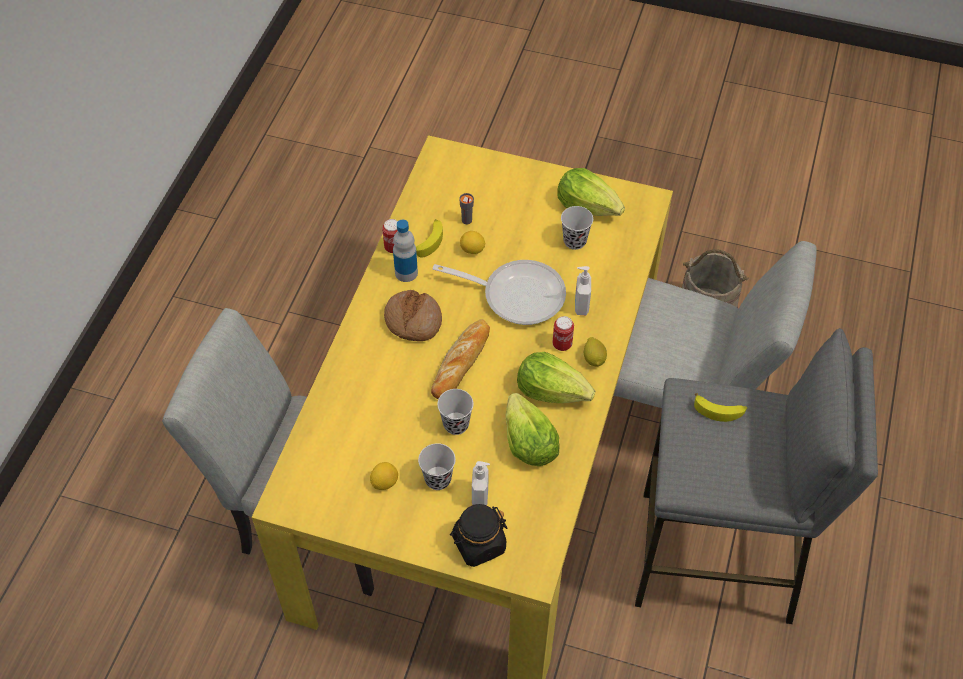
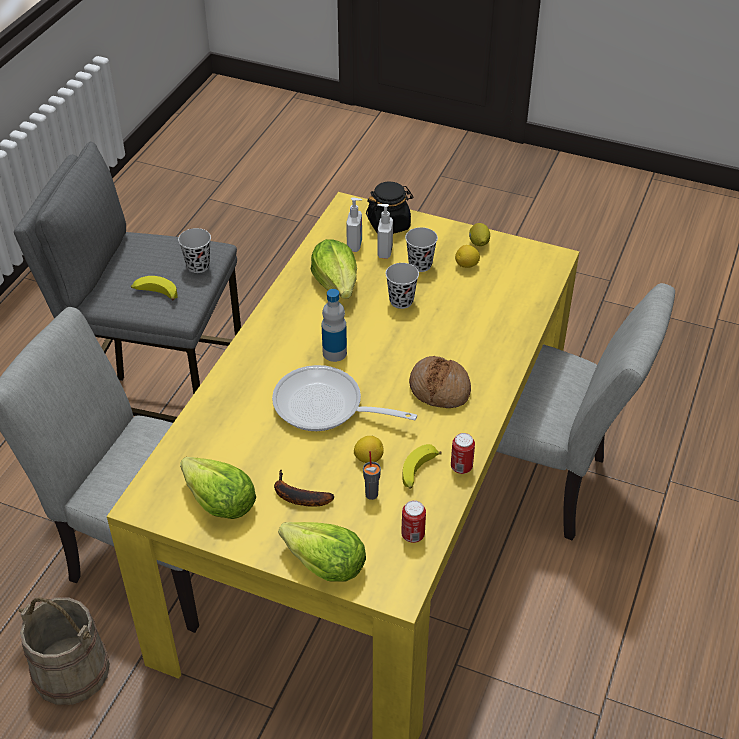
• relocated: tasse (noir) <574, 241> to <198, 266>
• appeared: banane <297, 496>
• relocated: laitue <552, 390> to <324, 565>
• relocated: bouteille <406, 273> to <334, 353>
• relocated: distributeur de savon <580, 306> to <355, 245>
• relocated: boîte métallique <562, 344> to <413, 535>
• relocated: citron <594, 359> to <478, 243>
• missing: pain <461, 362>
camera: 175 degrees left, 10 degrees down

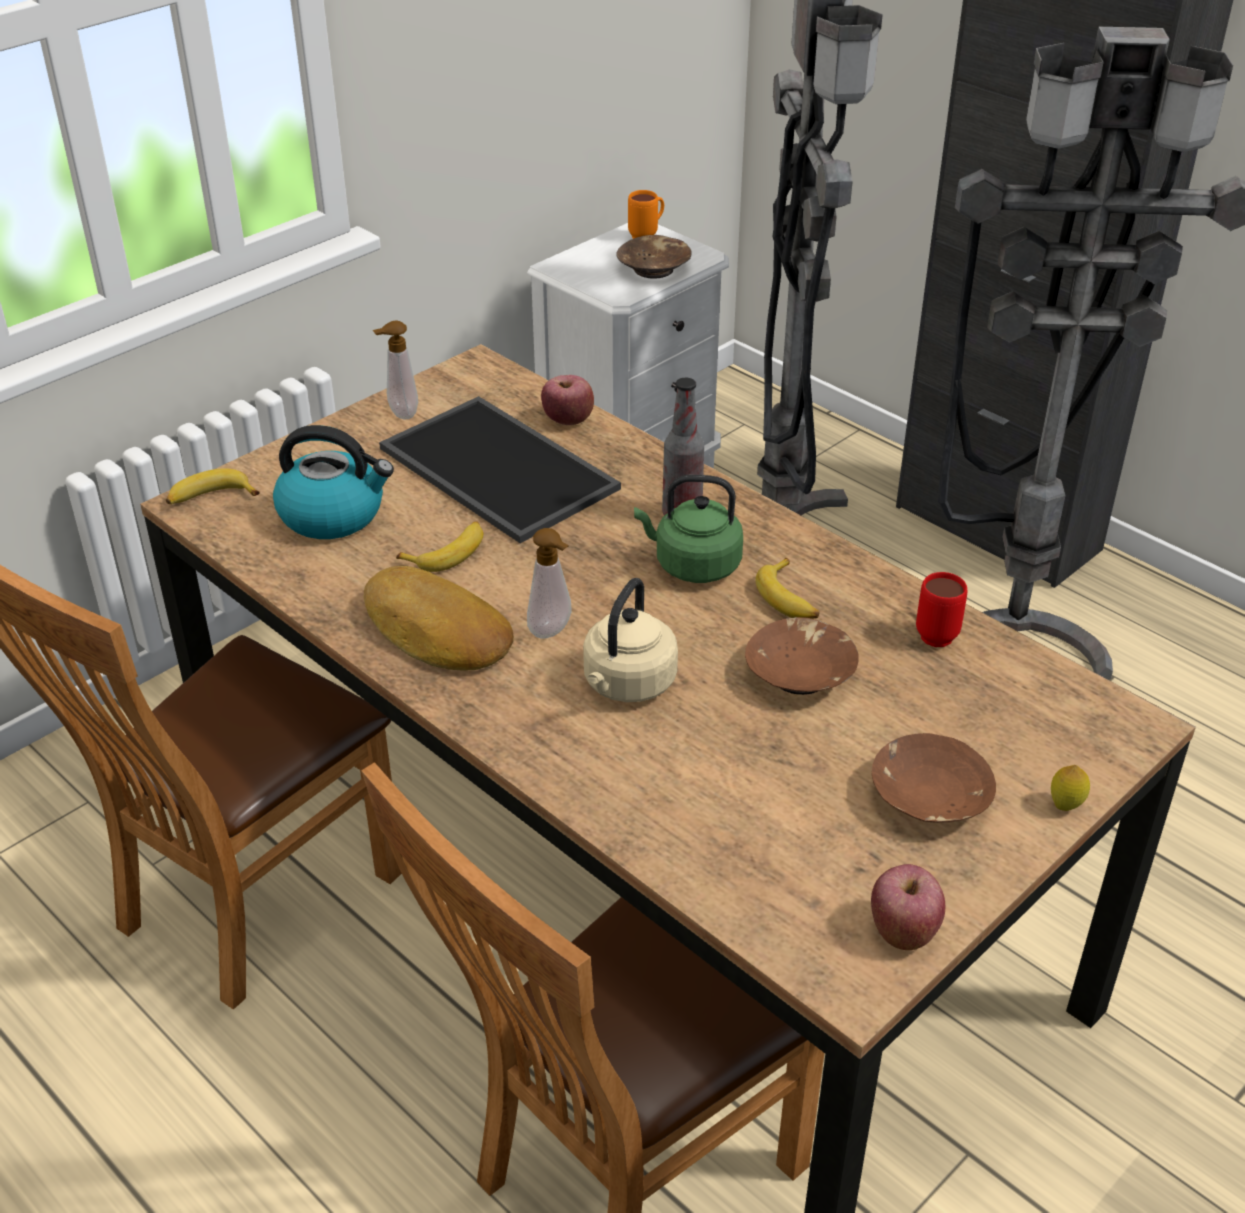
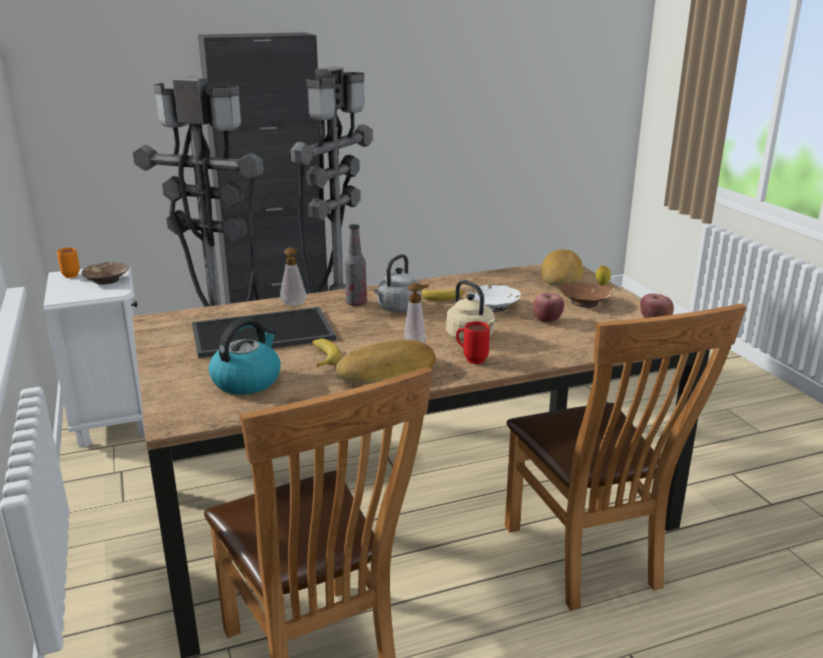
• relocated: distributeur de savon <400, 414> to <293, 305>
• colour: bouilloire (vert) <693, 565> to bouilloire (gris) <397, 309>
• relocated: mug (rouge) <936, 631> to <471, 359>
• colour: bol (marron) <801, 674> to bol (blanc) <494, 306>
• relocated: pomme <568, 420> to <547, 320>
• appeared: pain <562, 275>
• missing: banane <210, 498>
camera: 65 degrees left, 15 degrees down

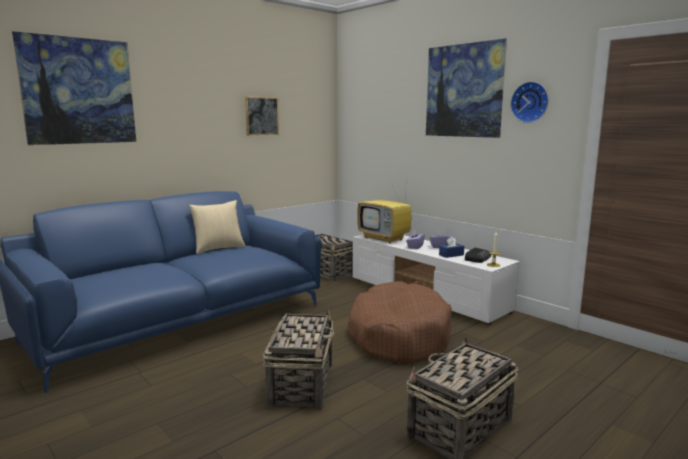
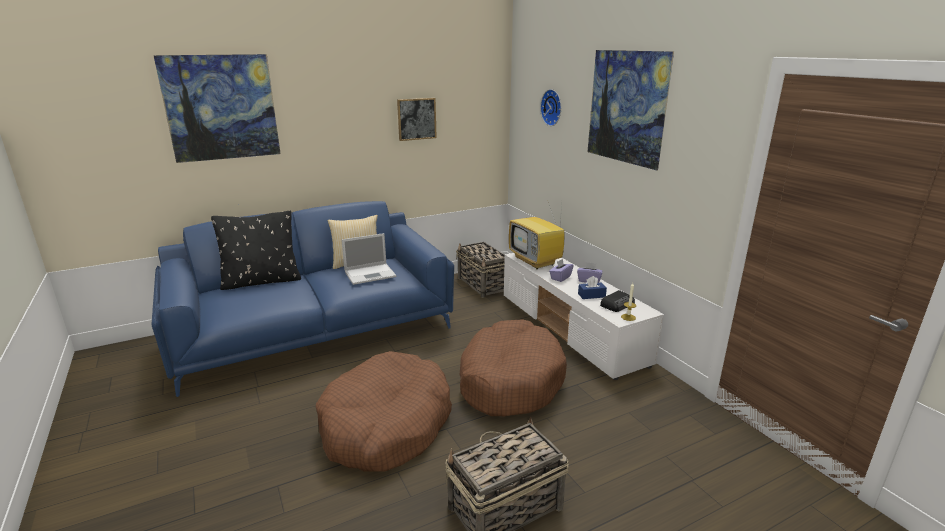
• appeared: coussin (noir) <261, 281>
• exchanged: panier <302, 384> to panier pour chien (marron) <386, 425>
• appeared: ordinateur portable <371, 274>
• relocated: horloge murale <530, 102> to <553, 107>
camera: 15 degrees right, 10 degrees up

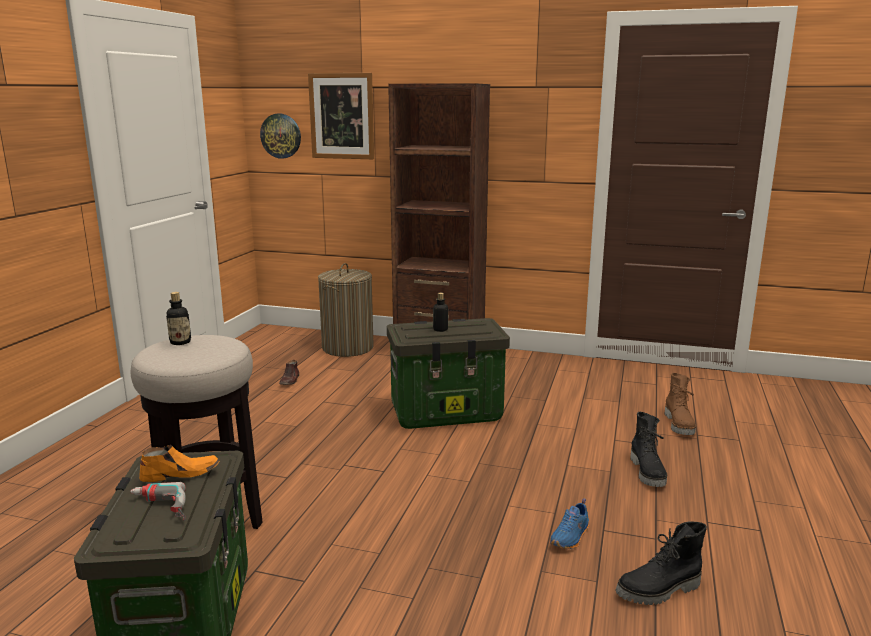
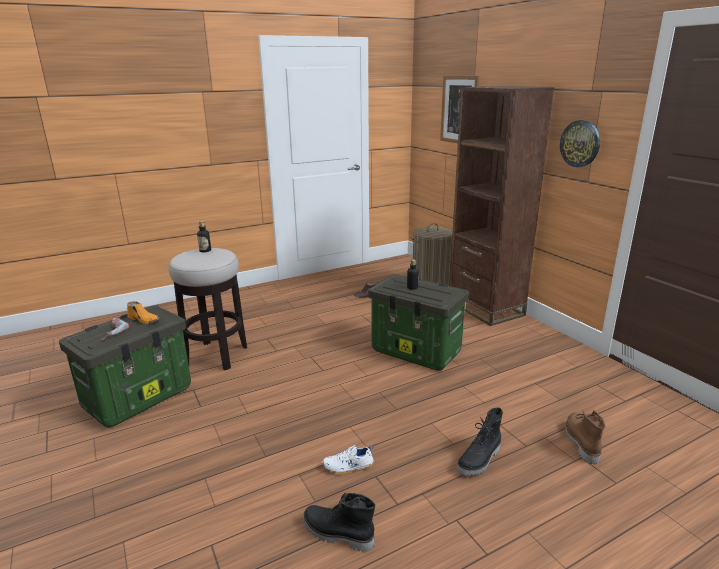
• colour: chaussure (bleu) <571, 537> to chaussure (blanc) <348, 467>
• relocated: horloge murale <281, 136> to <580, 143>
• spun: botte (marron) <679, 425> = <580, 442> 135 degrees clockwise
camera: 45 degrees right, 5 degrees up

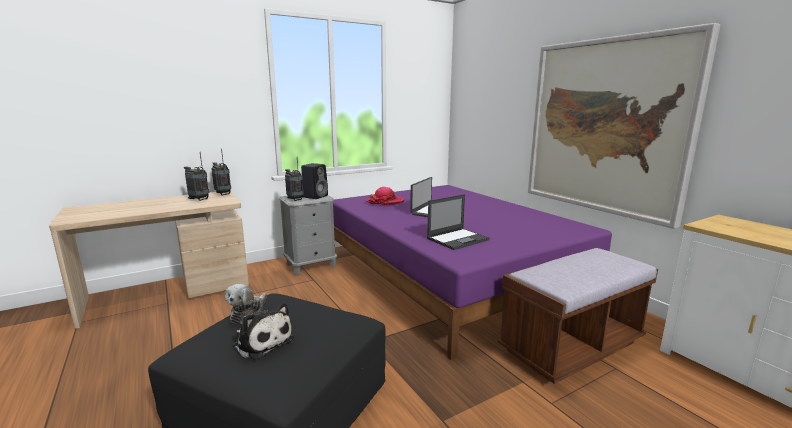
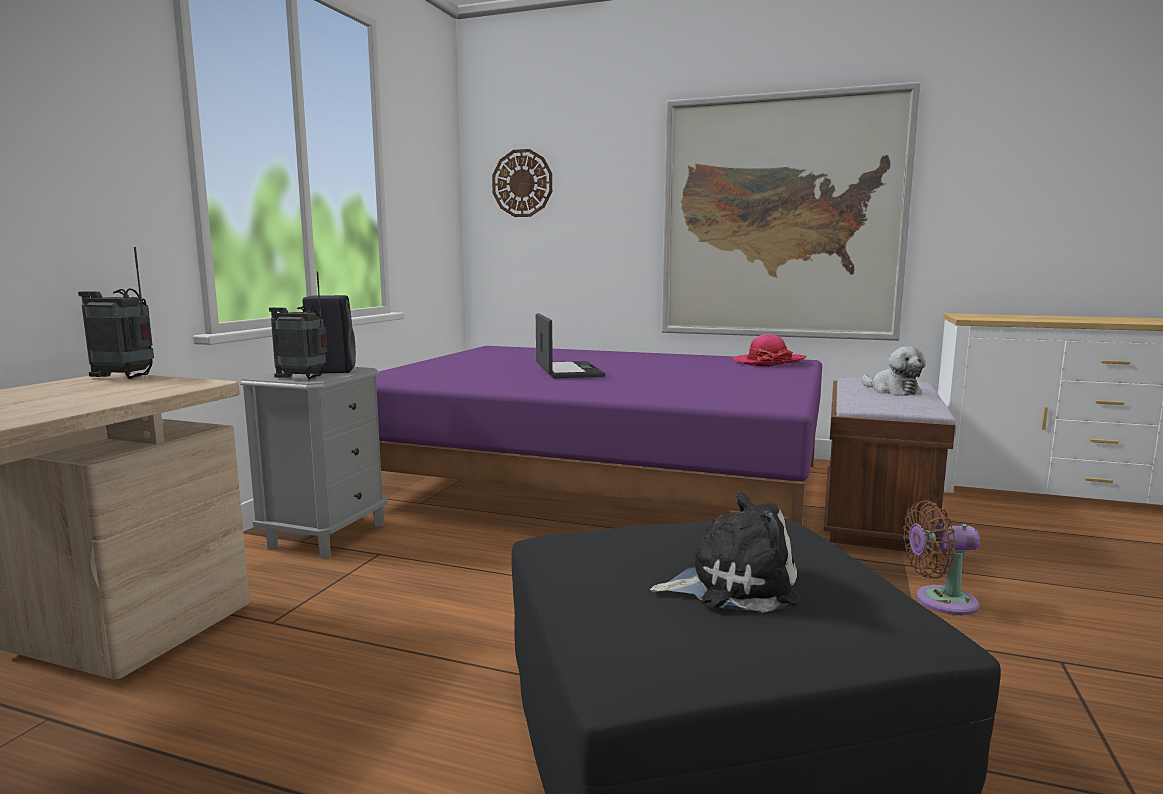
• appeared: horloge murale <522, 183>
• relocated: chapeau <385, 202> to <768, 362>
• relocated: peluche <248, 313> to <892, 391>
• appeared: ventilateur (marron) <939, 601>
• missing: radio <199, 199>
• missing: ordinateur portable <458, 239>
camera: 40 degrees left, 5 degrees down

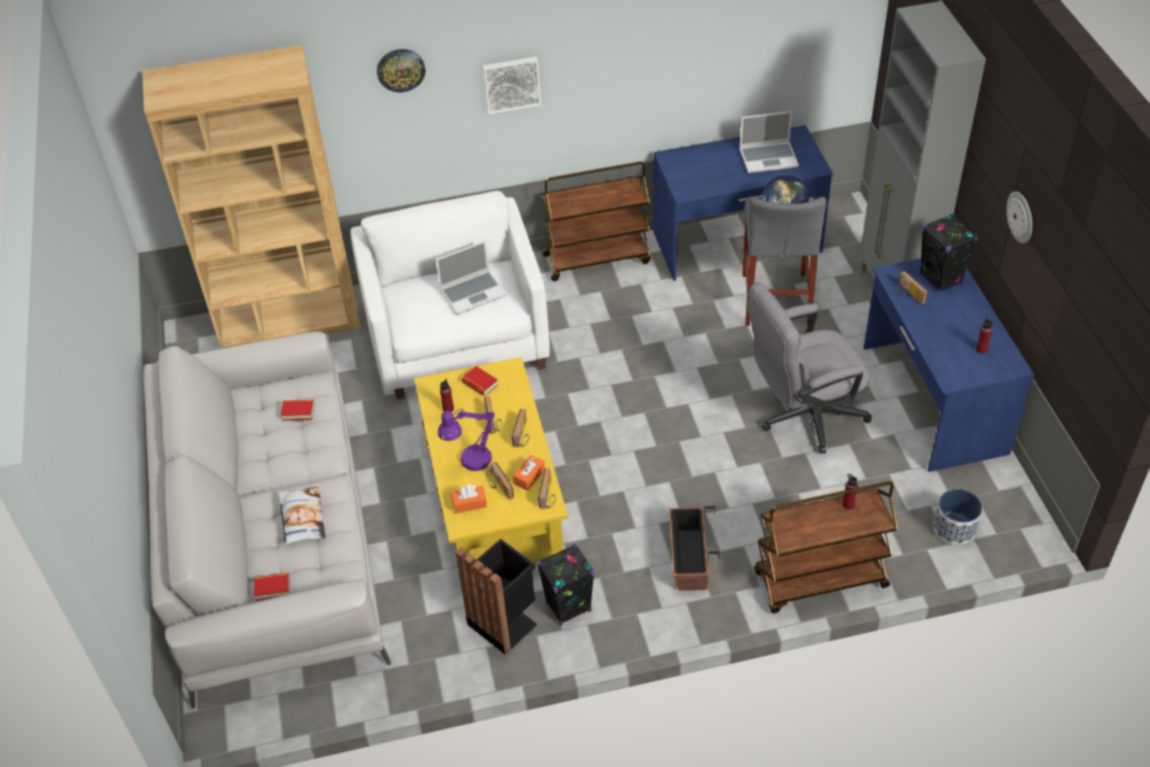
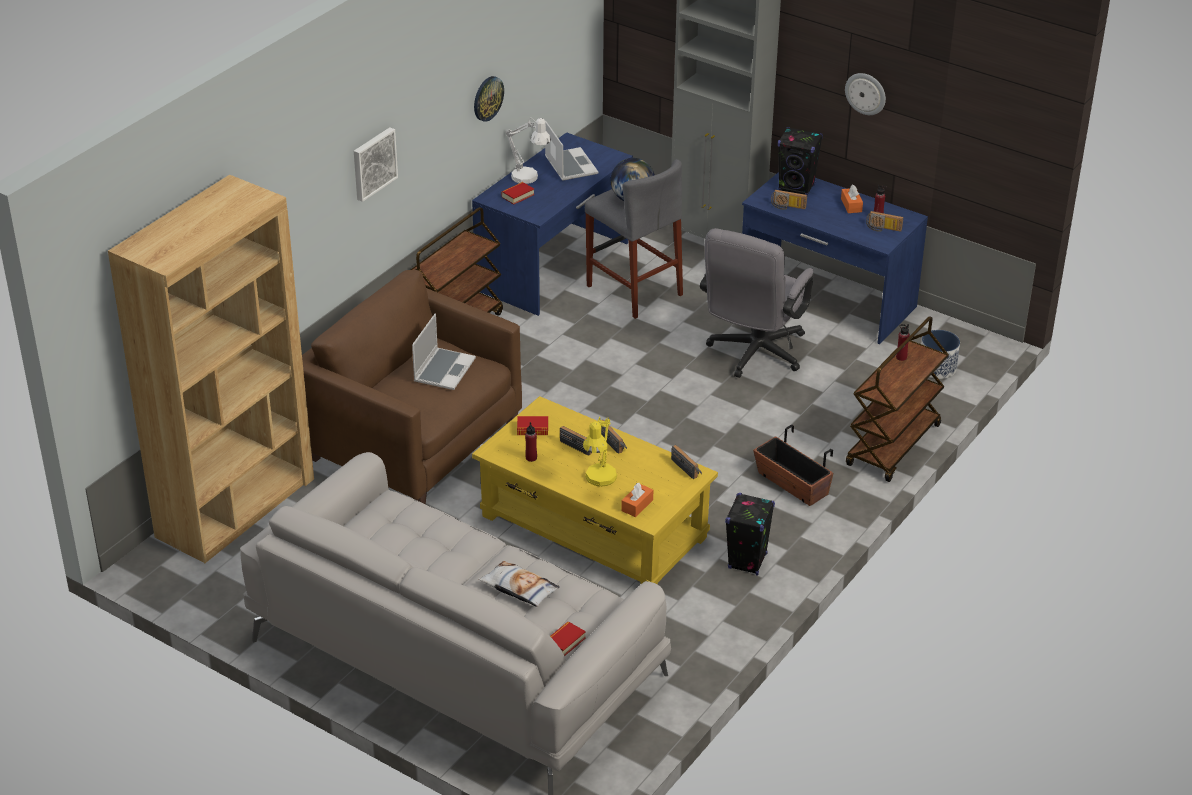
• colour: fauteuil (blanc) <457, 340> to fauteuil (marron) <414, 443>
• relocated: horloge murale <400, 69> to <487, 98>
• relocated: livre <298, 412> to <517, 196>
• appeared: lampe de table (blanc) <529, 178>
• spun: ordinateur portable <769, 158> = <570, 165> 60 degrees counterclockwise
• colour: lampe de table (violet) <470, 462> to lampe de table (jaune) <599, 481>
• relocated: boîte à mouchoirs (orange) <529, 477> to <851, 205>
• relocated: radio <498, 486> to <883, 229>
• missing: poubelle (noir) <504, 622>
camera: 45 degrees left, 10 degrees down

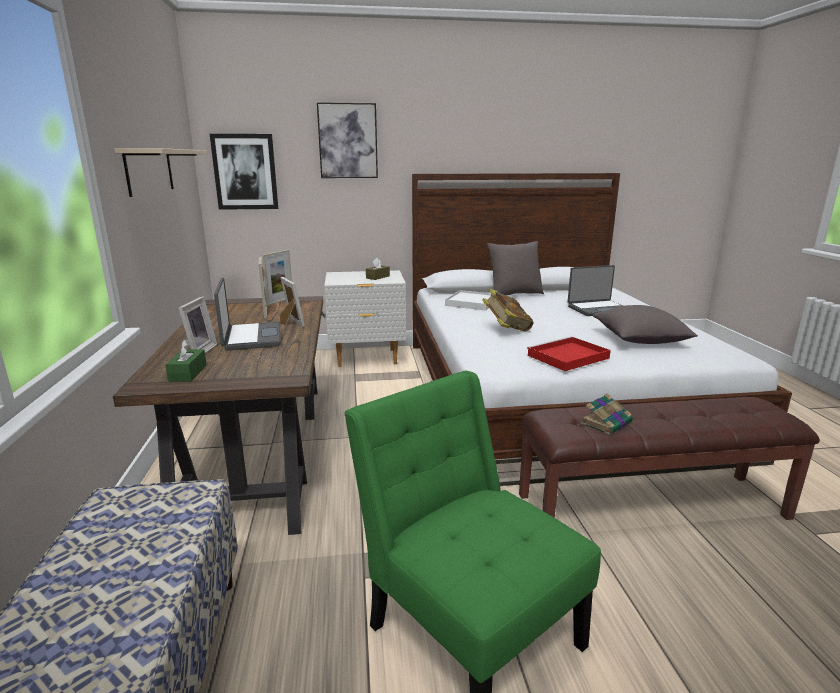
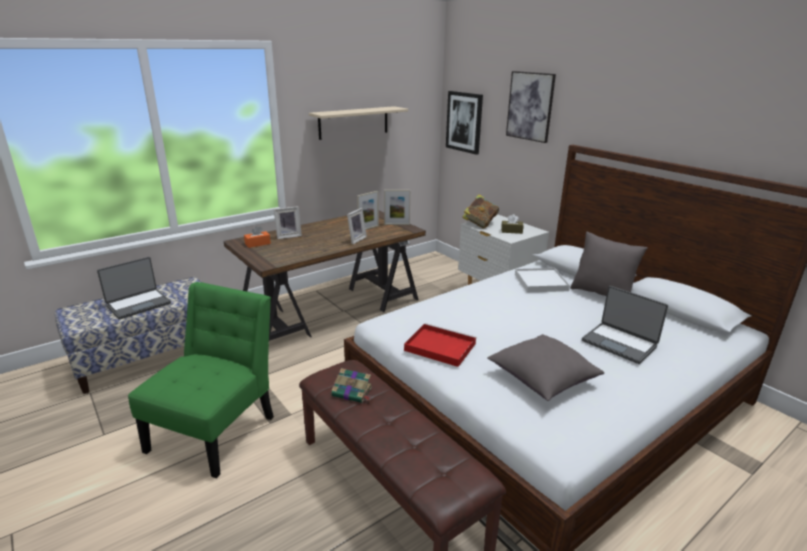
• relocated: ordinateur portable <251, 337> to <138, 304>
• colour: boîte à mouchoirs (vert) <188, 373> to boîte à mouchoirs (orange) <257, 244>
• relocated: livre <506, 329> to <480, 224>
camera: 60 degrees right, 5 degrees up

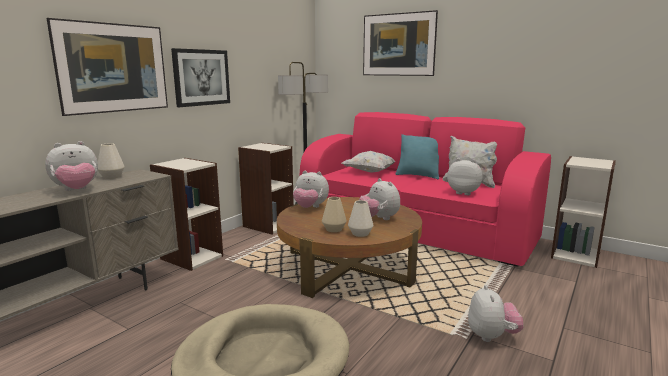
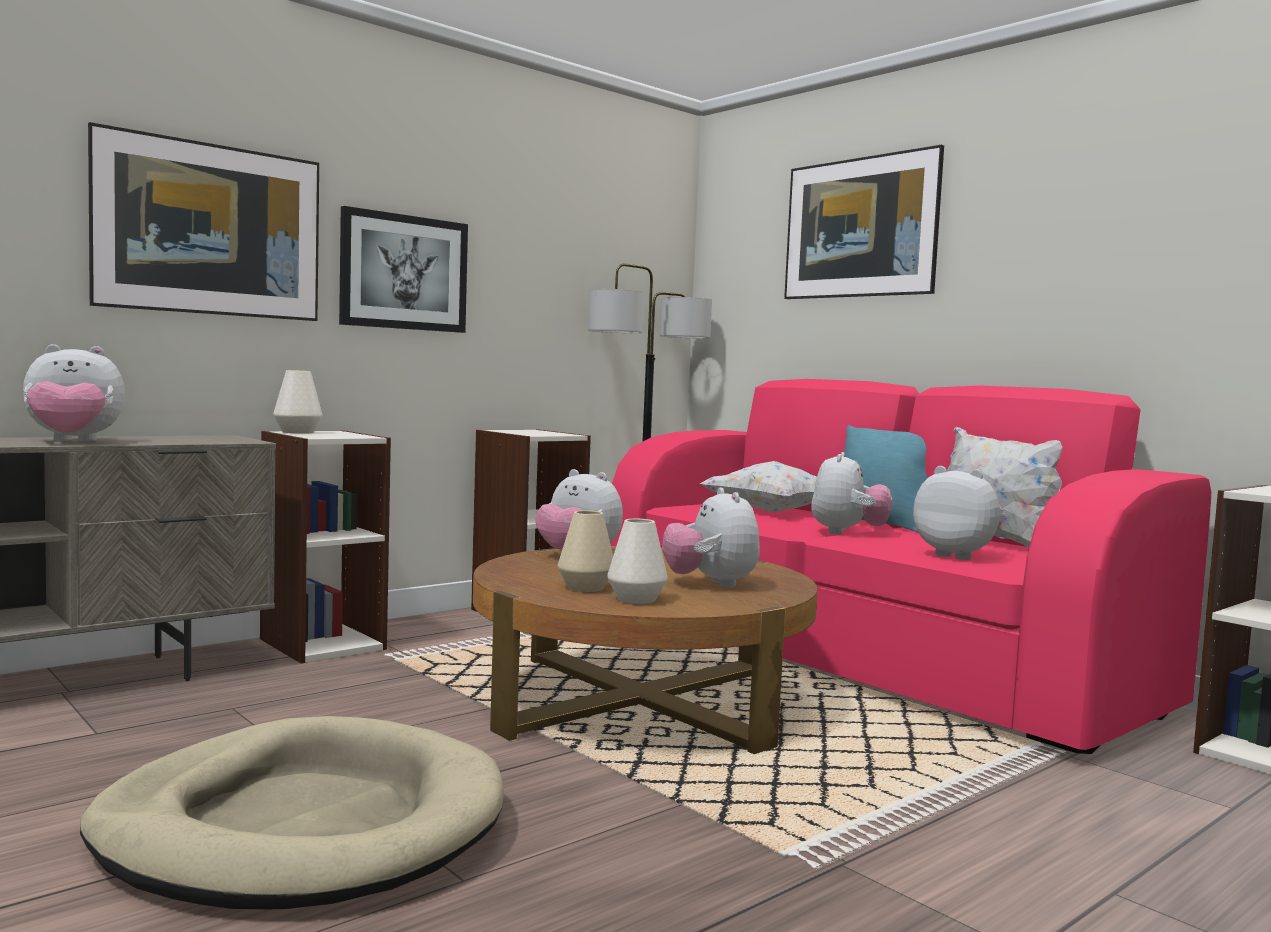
• relocated: vase (blanc) <112, 177> to <298, 432>
• relocated: peluche <492, 336> to <848, 533>
camera: 15 degrees right, 10 degrees down

